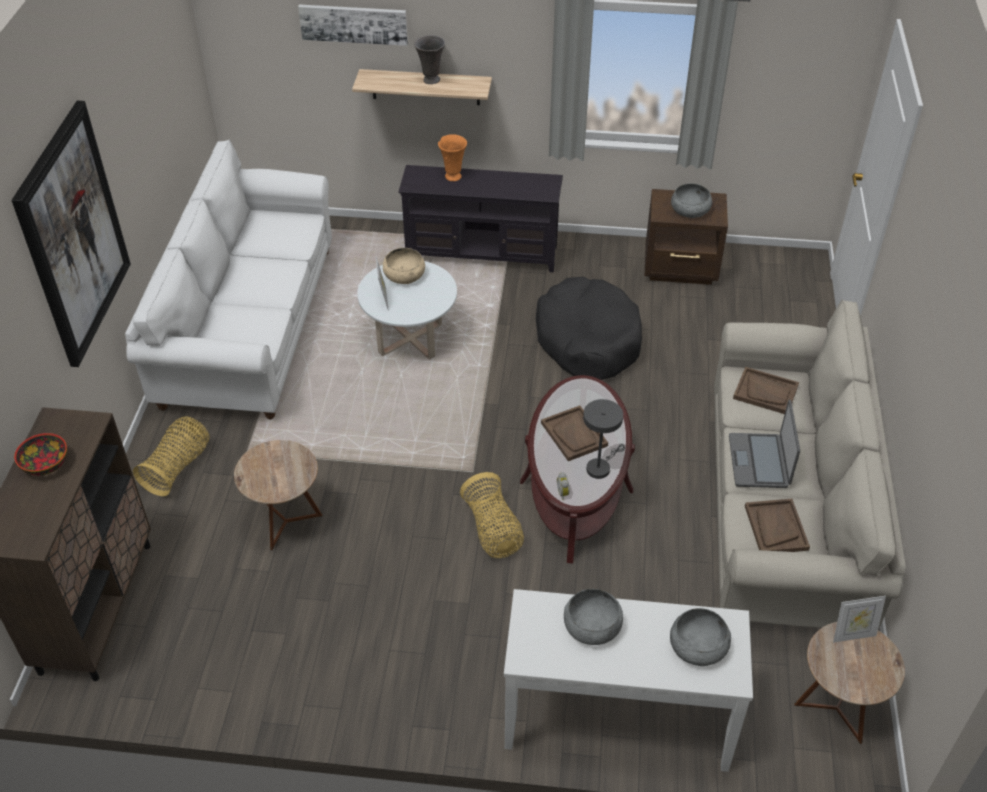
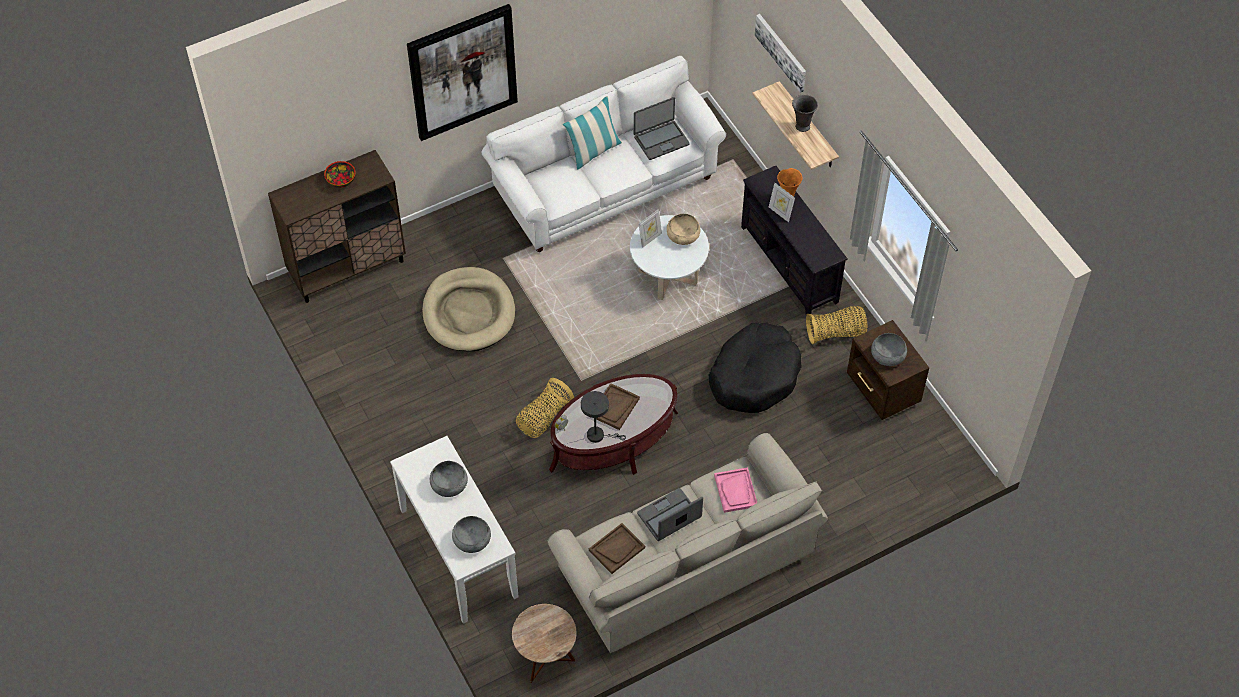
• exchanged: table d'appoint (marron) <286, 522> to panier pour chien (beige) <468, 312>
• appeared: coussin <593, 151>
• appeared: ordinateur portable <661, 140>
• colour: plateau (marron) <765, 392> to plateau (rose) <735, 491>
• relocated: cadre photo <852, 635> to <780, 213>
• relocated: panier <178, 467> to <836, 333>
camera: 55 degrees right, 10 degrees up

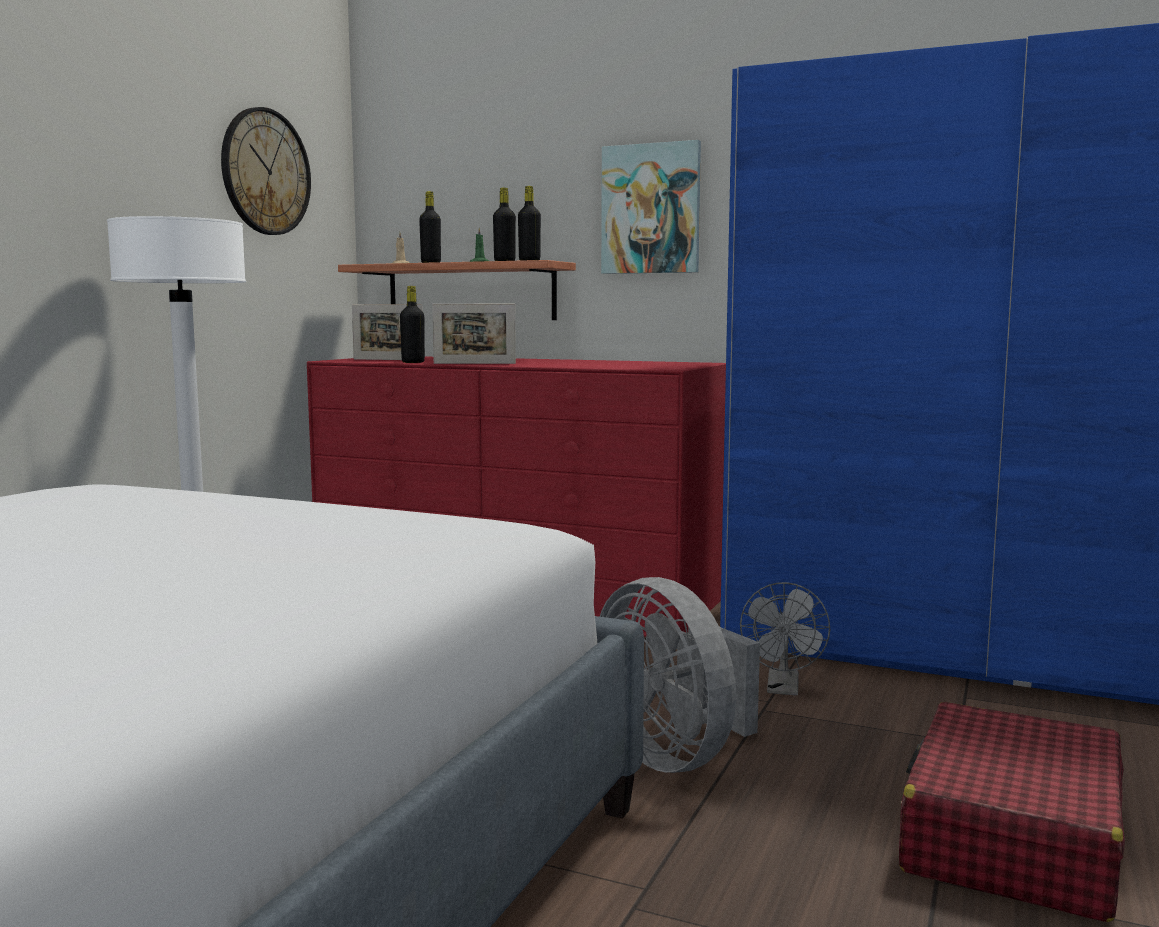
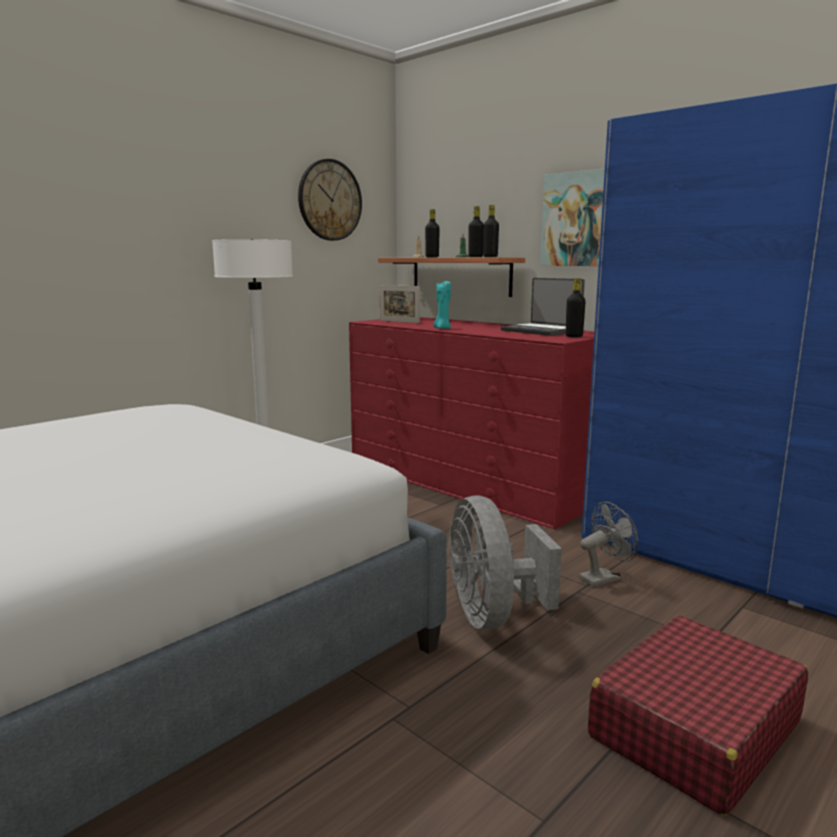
• exchanged: cadre photo <474, 363> to bougie (turquoise) <442, 328>
• appeared: ordinateur portable <541, 331>
• relocated: bouteille (noir) <413, 362> to <574, 336>
• spun: ventilateur (gris) <783, 689> = <604, 578> 150 degrees counterclockwise
camera: 20 degrees right, 5 degrees up

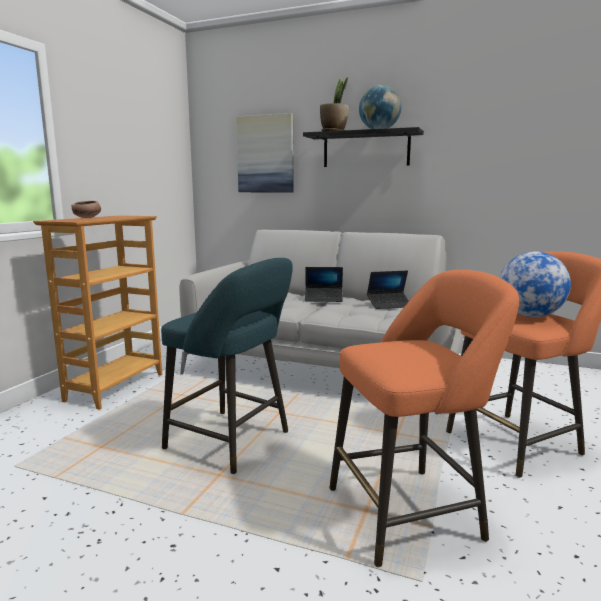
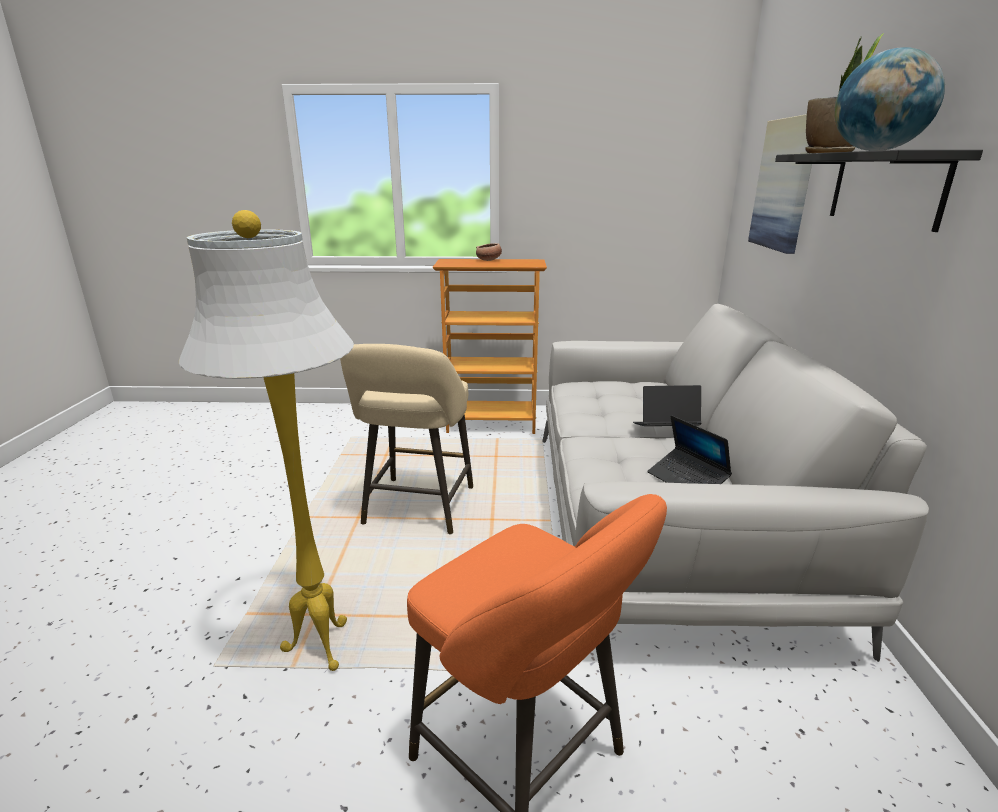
• exchanged: tabouret (orange) <411, 511> to lampadaire (blanc) <318, 649>
• colour: tabouret (turquoise) <233, 442> to tabouret (beige) <417, 509>
• spun: ordinateur portable <323, 299> = <665, 429> 105 degrees clockwise
• missing: globe <530, 316>
camera: 70 degrees right, 10 degrees up

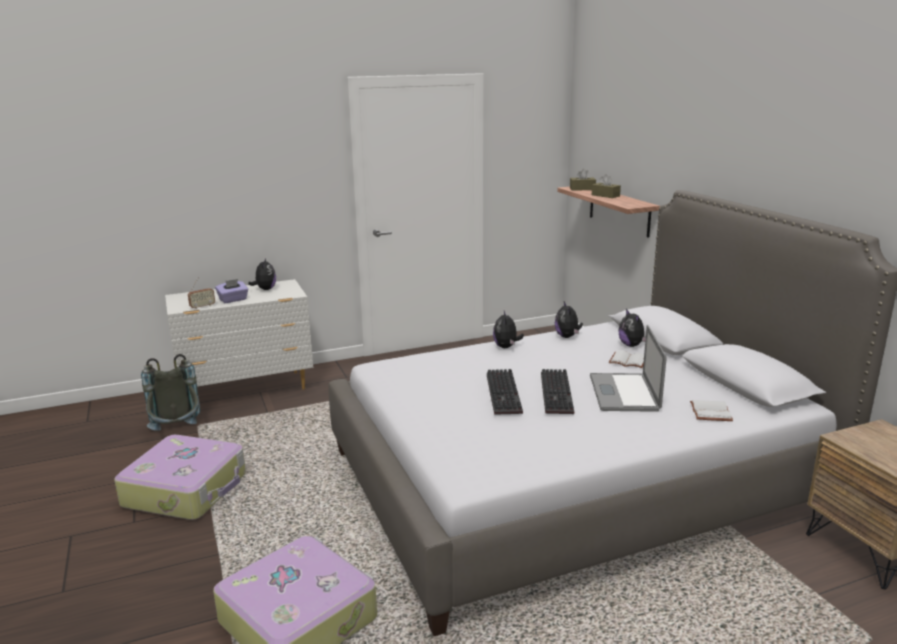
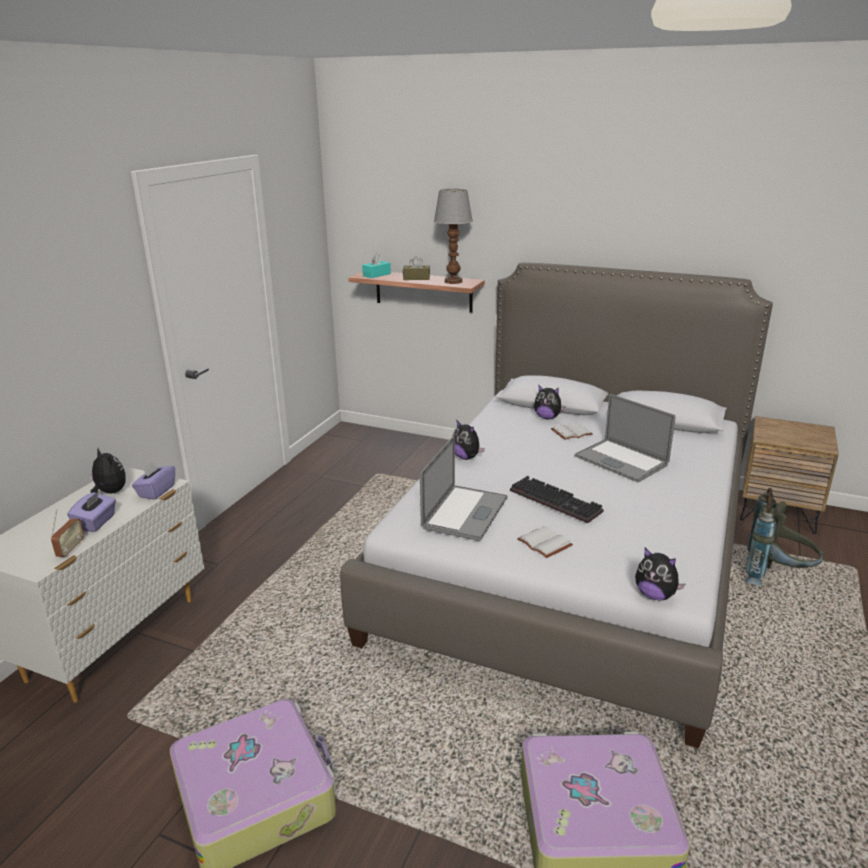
• appeared: boîte à mouchoirs (violet) <156, 491>
• colour: boîte à mouchoirs (marron) <582, 189> to boîte à mouchoirs (turquoise) <376, 275>
• appeared: ordinateur portable <465, 512>
• appeared: lampe de table <452, 281>
• relocated: livre (blanc) <709, 412> to <543, 543>
• relocated: peluche <567, 336> to <655, 595>
• relocated: sac à dos (gris) <177, 434> to <776, 577>
• missing: clavier <558, 394>
camera: 45 degrees left, 5 degrees up

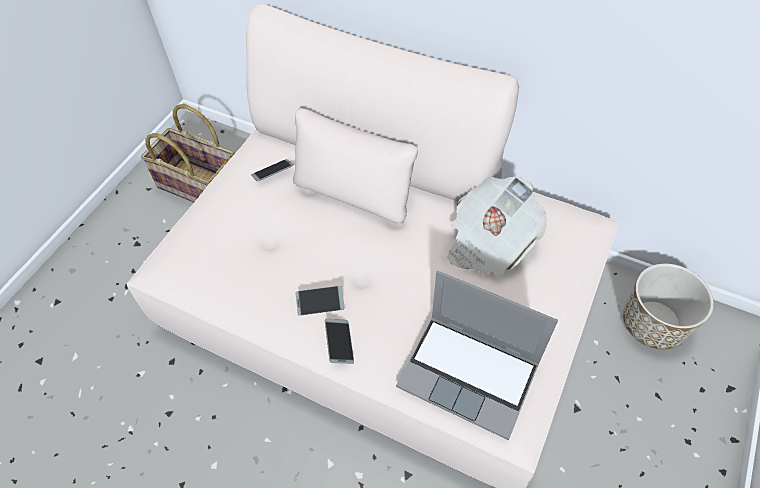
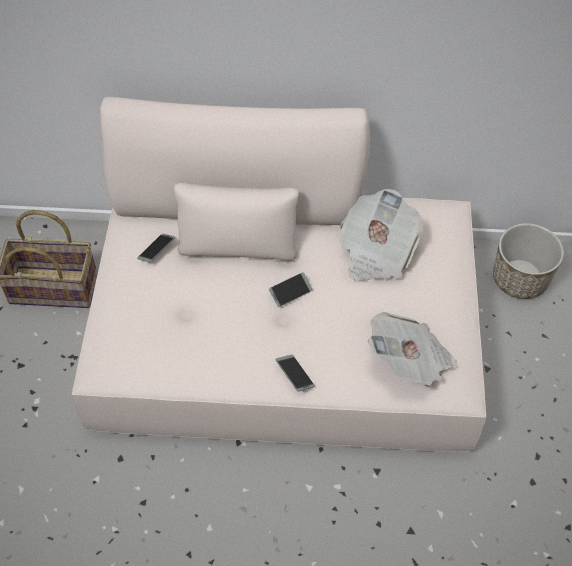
• relocated: téléphone <320, 303> to <290, 292>
• exchanged: ordinateur portable <470, 374> to journal <410, 361>
camera: 25 degrees left, 0 degrees up

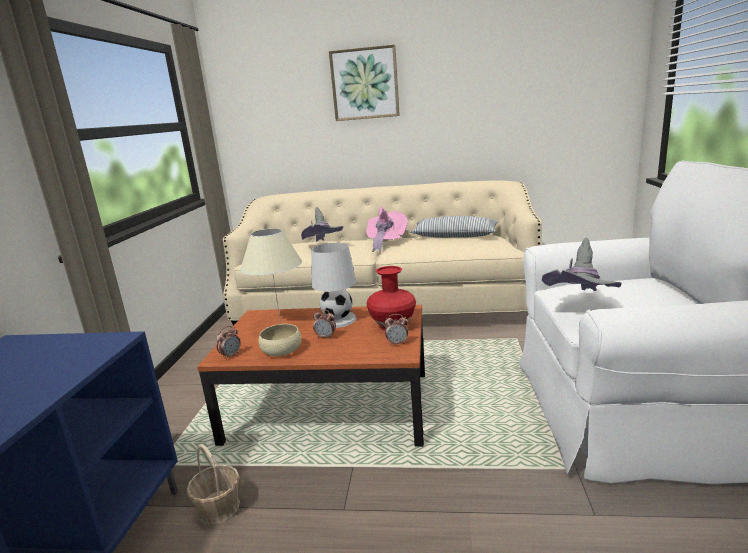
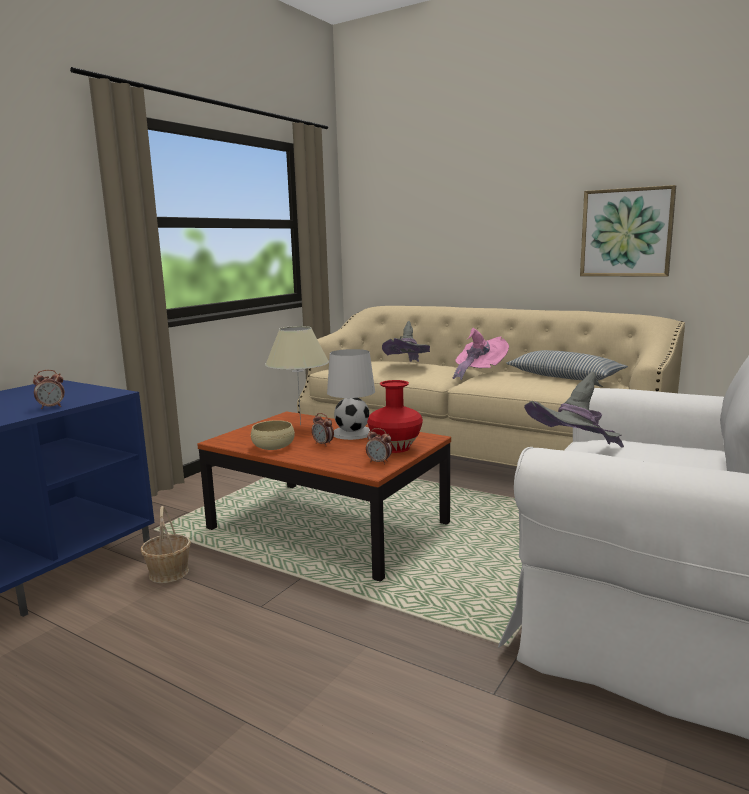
• relocated: réveil <231, 355> to <51, 407>
• relocated: tableau <365, 84> to <626, 232>
camera: 25 degrees right, 5 degrees down

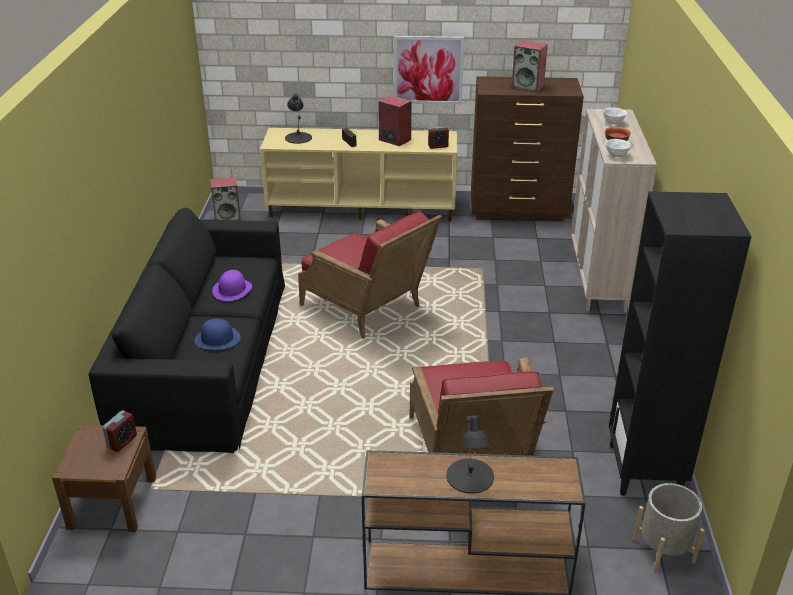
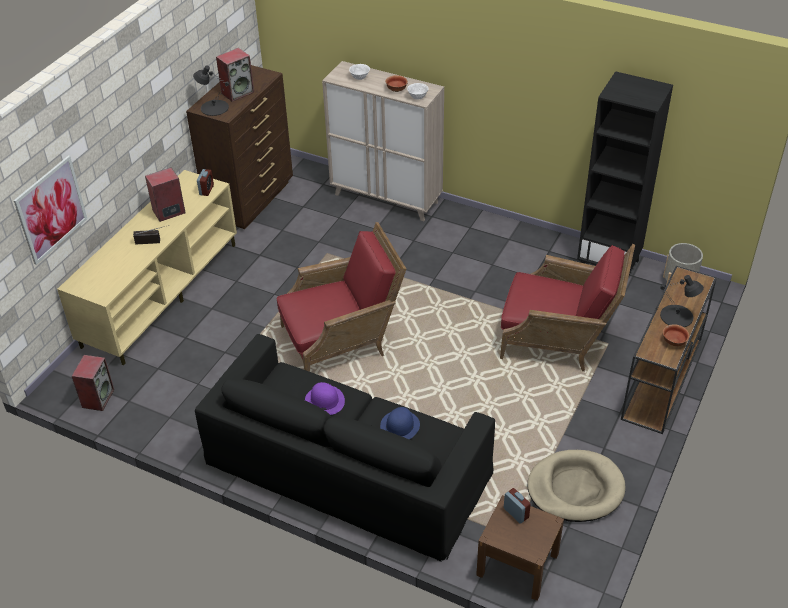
• relocated: tableau <428, 70> to <51, 209>
• relocated: lampe de table (noir) <298, 137> to <214, 107>
• appeared: panier pour chien (beige) <575, 488>
• appeared: bol <674, 342>
camera: 65 degrees left, 10 degrees up

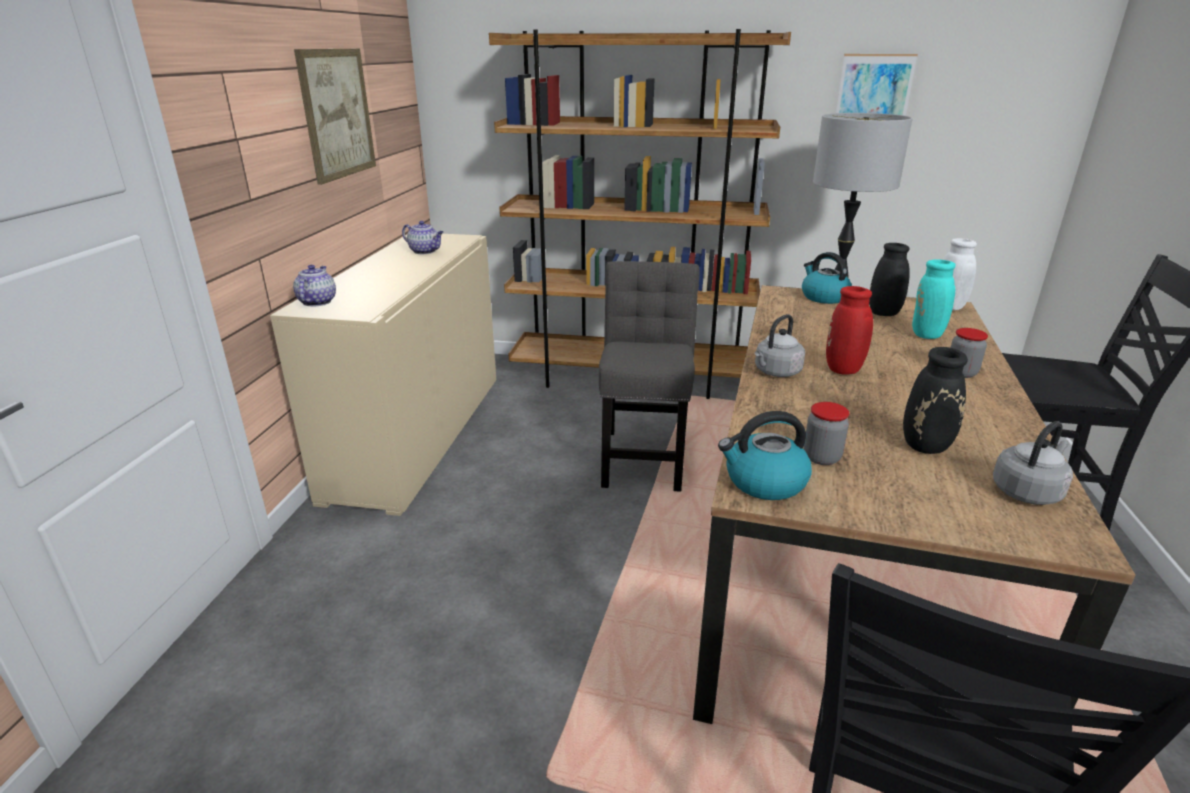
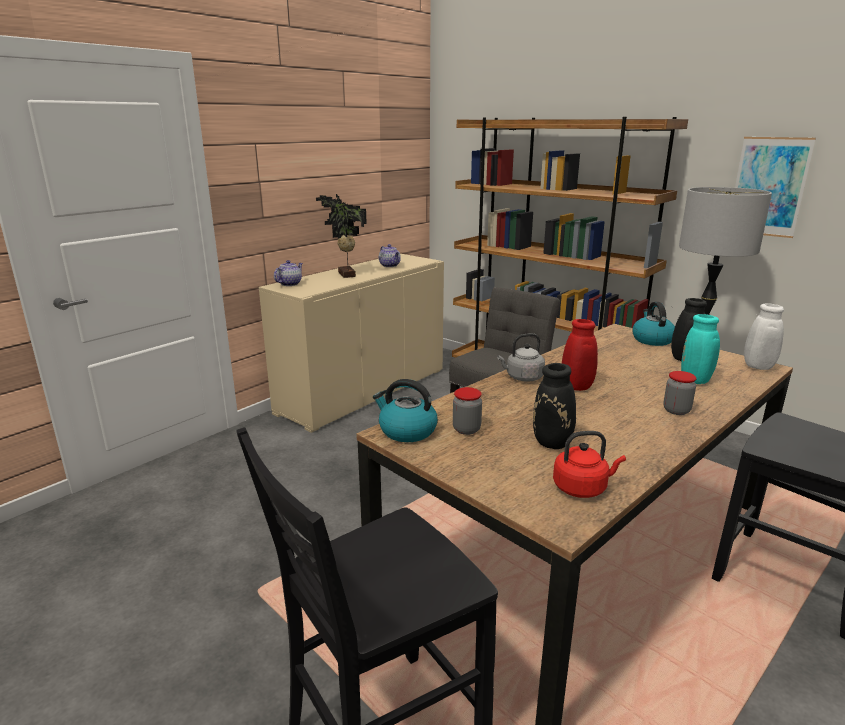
• appeared: plante en pot <345, 275>
• colour: bouilloire (gris) <1027, 491> to bouilloire (rouge) <582, 488>
• missing: tableau <337, 114>
camera: 30 degrees right, 5 degrees down

